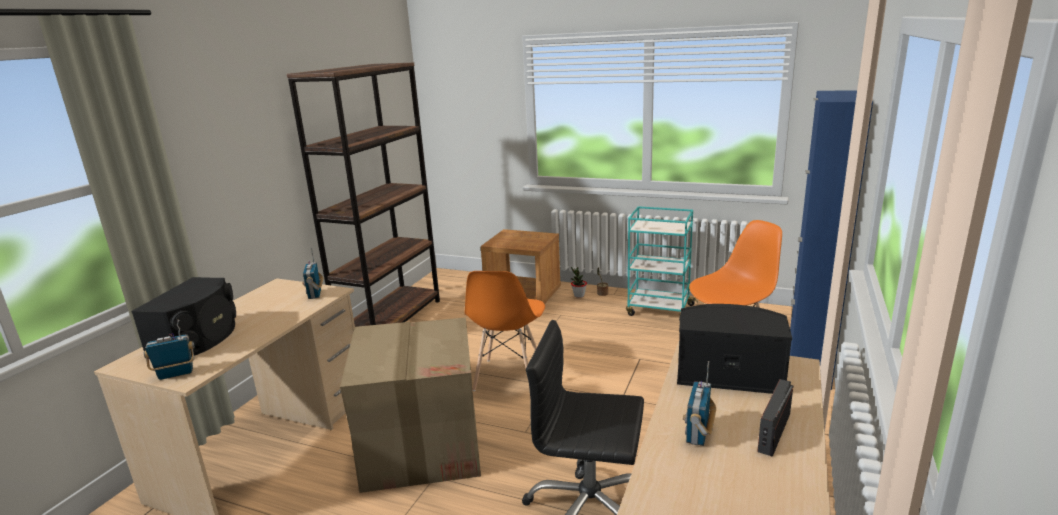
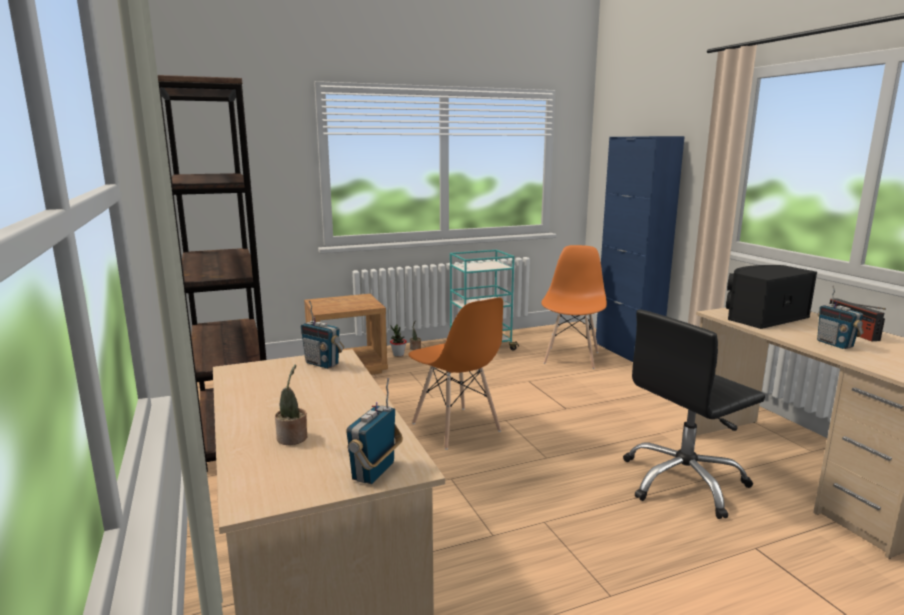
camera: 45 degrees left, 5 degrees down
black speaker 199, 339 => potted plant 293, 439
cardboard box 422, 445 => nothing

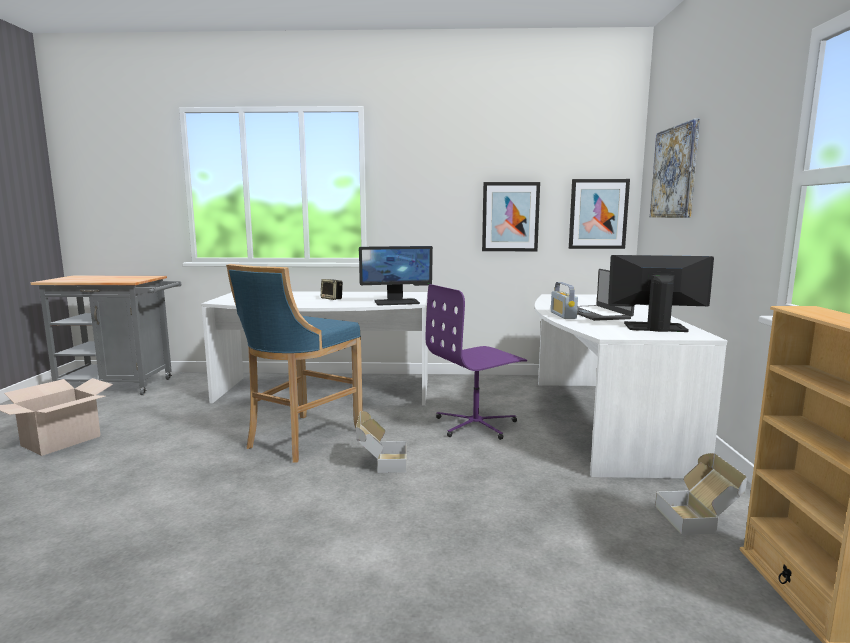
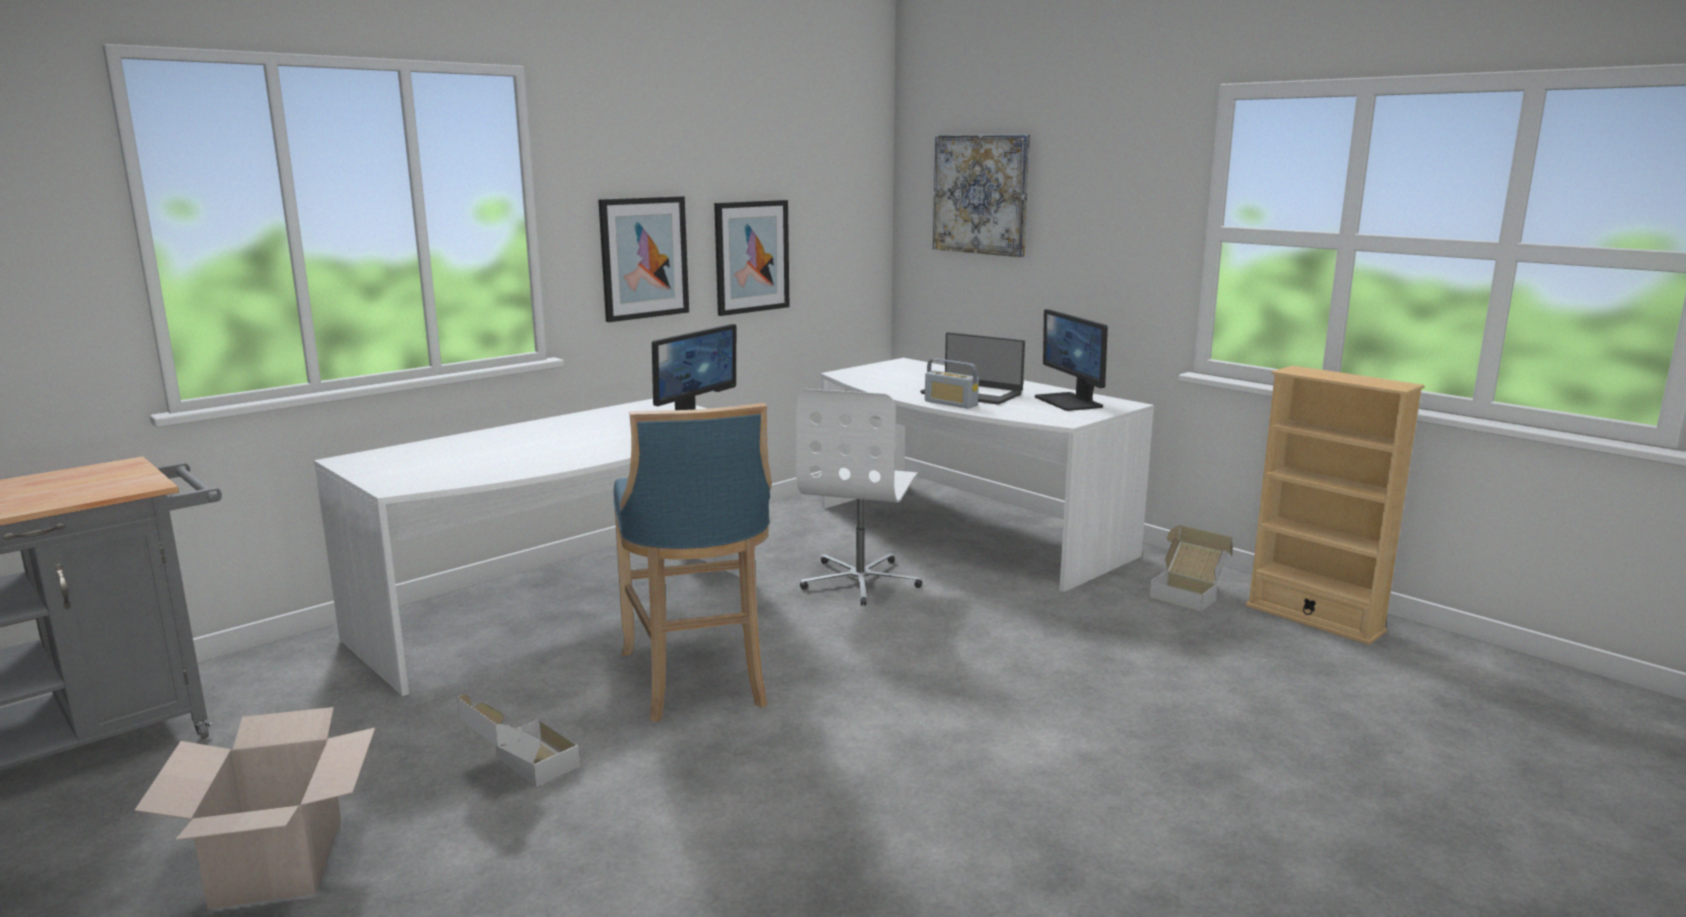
camera: 45 degrees left, 5 degrees up
picture 598, 214 => picture 644, 258, moved
monitor 654, 327 => monitor 1070, 402, 75 degrees counterclockwise
speaker 332, 299 => nothing
purple office chair 476, 425 => white office chair 861, 580
cardboard box 381, 463 => cardboard box 519, 771, moved

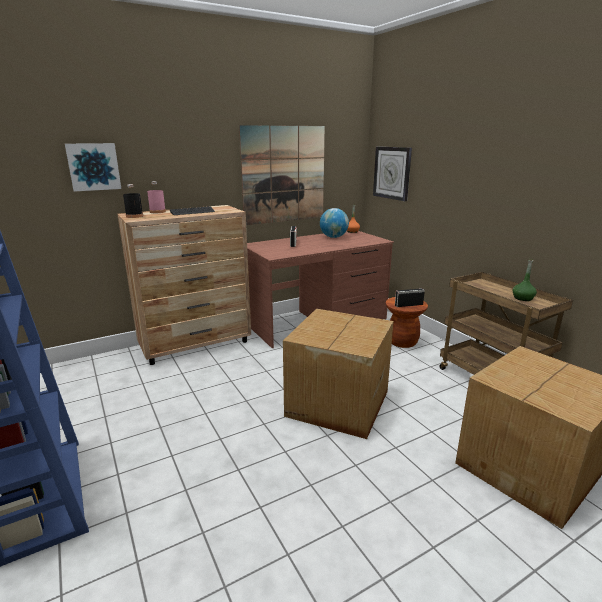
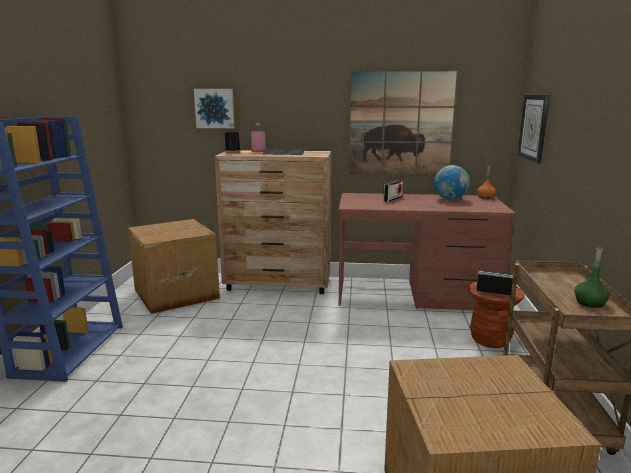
camera: 35 degrees right, 5 degrees down
cardboard box 336, 404 => cardboard box 175, 294, moved

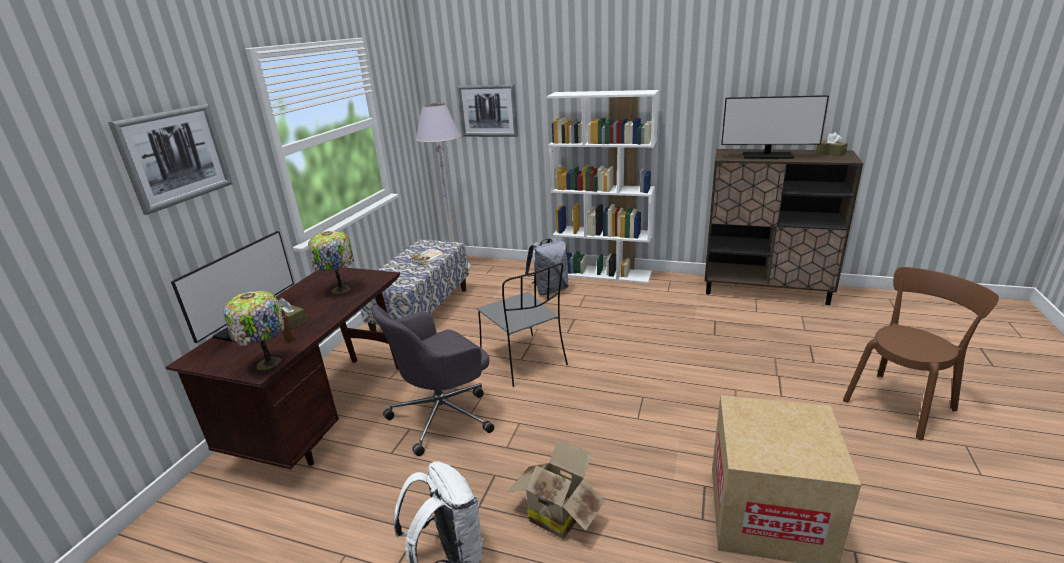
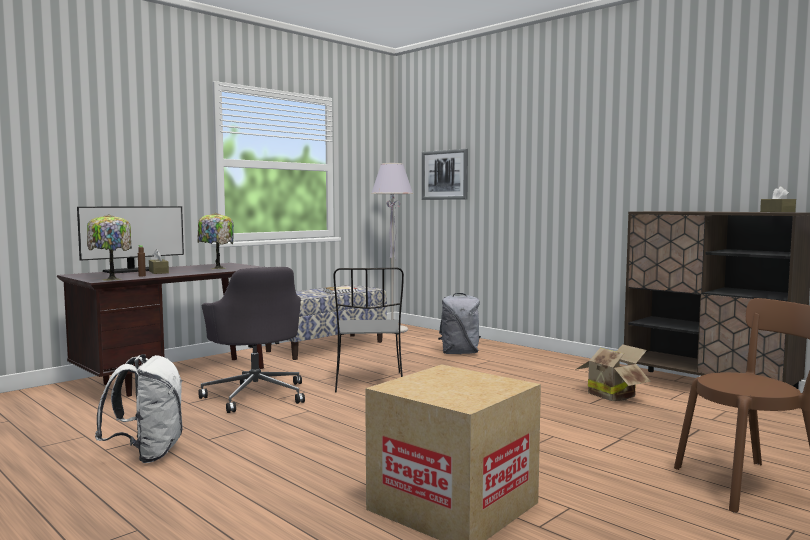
camera: 25 degrees right, 20 degrees down
white bookcase 603, 273 => nothing
monitor 767, 156 => nothing
picture 175, 156 => nothing
grey office chair 444, 415 => grey office chair 256, 395, 105 degrees counterclockwise
cardboard box 557, 512 => cardboard box 612, 395, moved

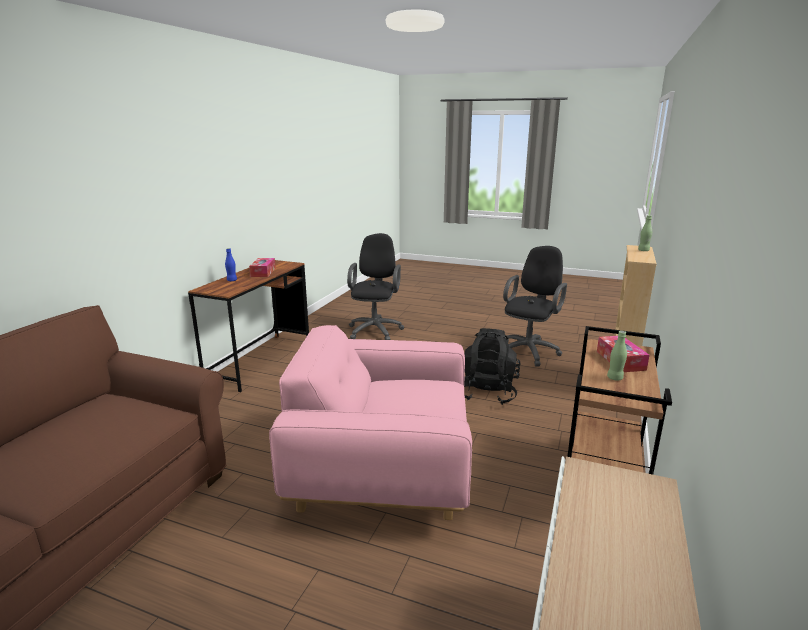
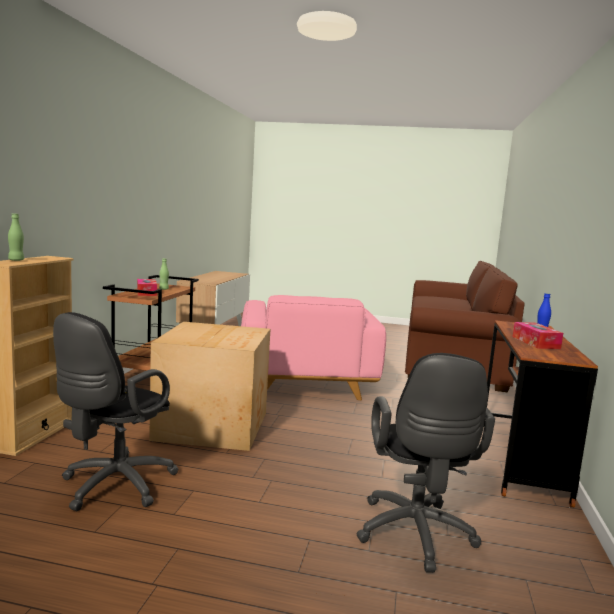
camera: 170 degrees right, 10 degrees down
pink armchair 383, 468 => pink armchair 305, 381, 90 degrees clockwise
black backpack 487, 392 => cardboard box 214, 425

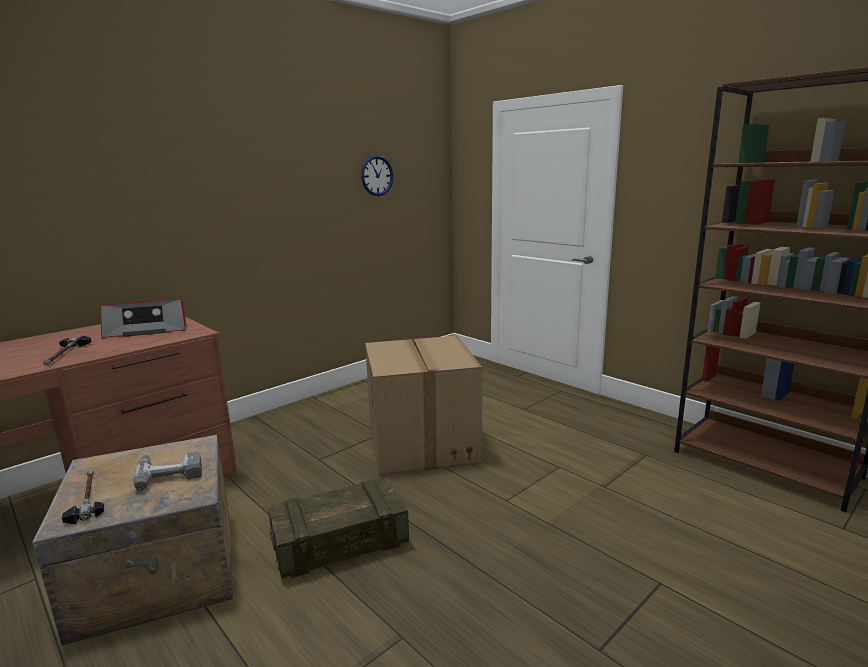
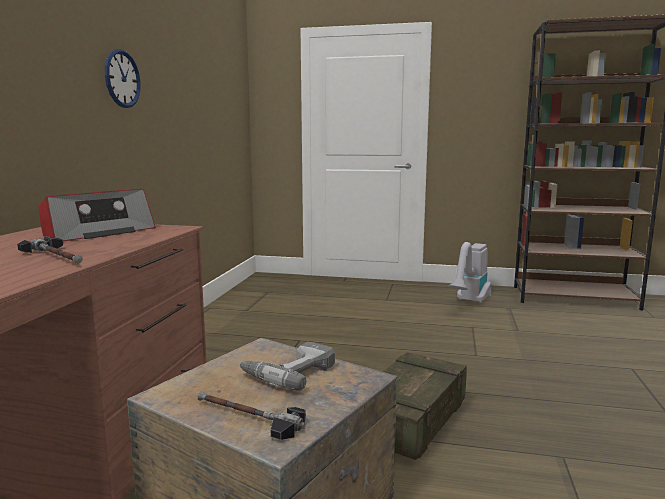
camera: 35 degrees left, 5 degrees down
wall clock 377, 176 => wall clock 122, 79, moved
cardboard box 424, 445 => nothing
nothing => vacuum cleaner 470, 301

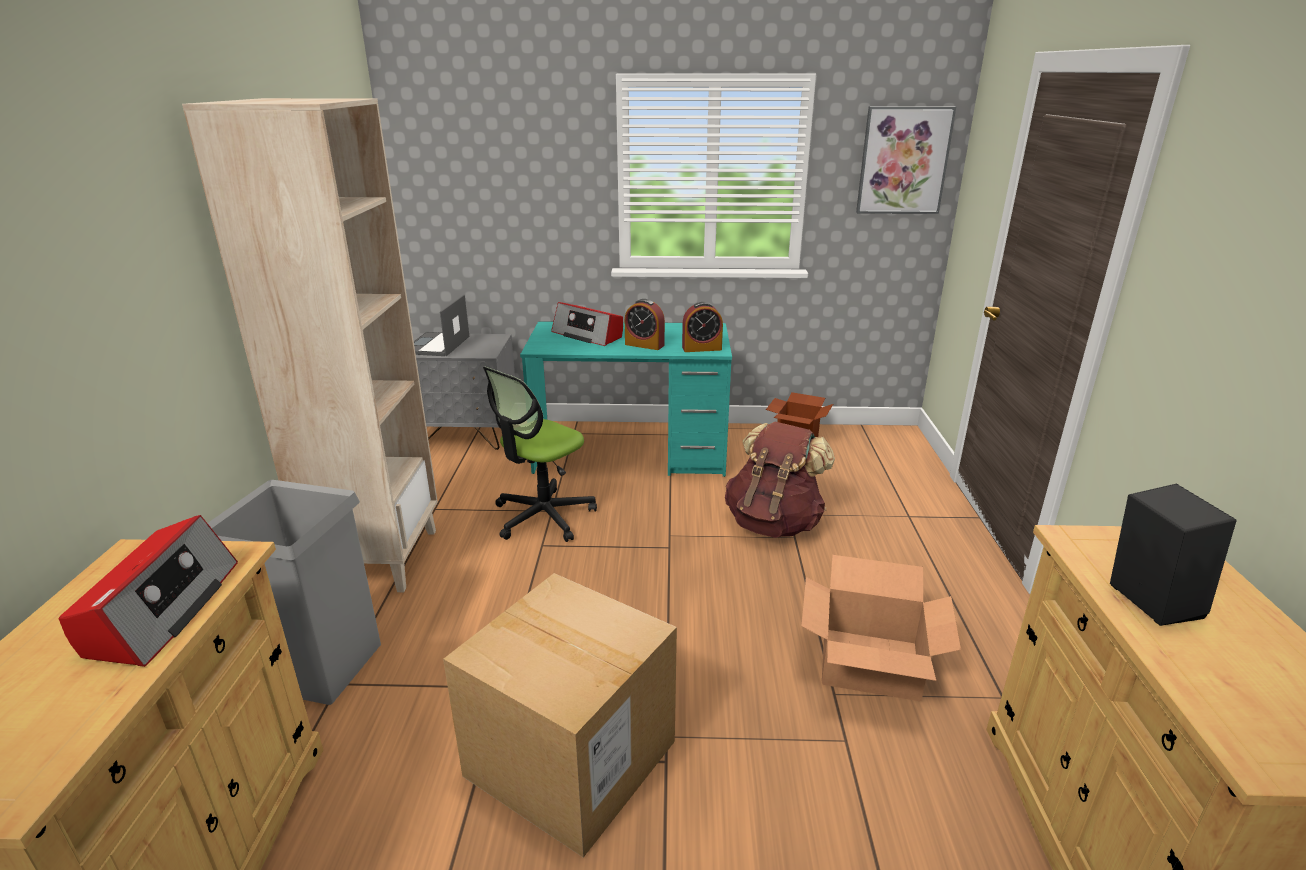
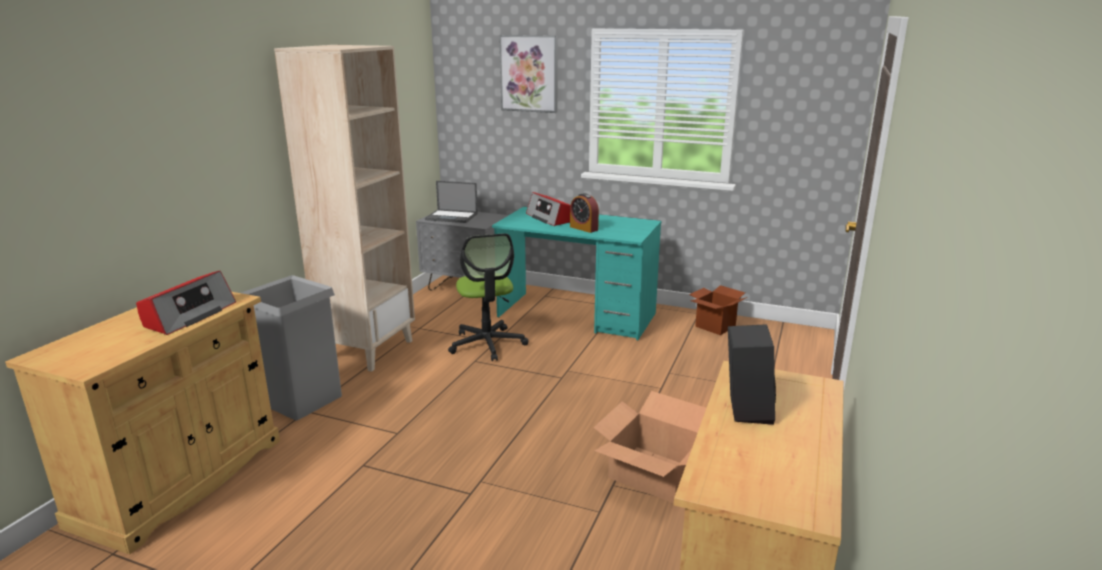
camera: 20 degrees right, 5 degrees down
picture 903, 161 => picture 529, 73, moved
laptop 436, 345 => laptop 452, 217, 105 degrees counterclockwise
alarm clock 701, 348 => nothing
office chair 543, 516 => office chair 487, 344, 75 degrees counterclockwise
brown backpack 774, 523 => nothing
cardboard box 571, 758 => nothing

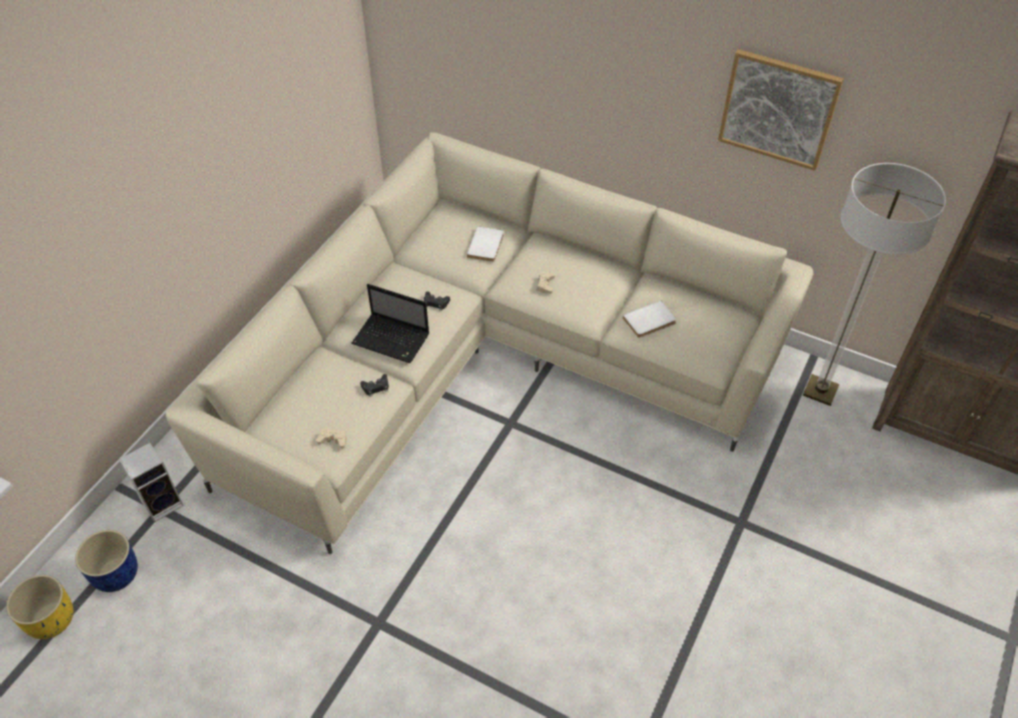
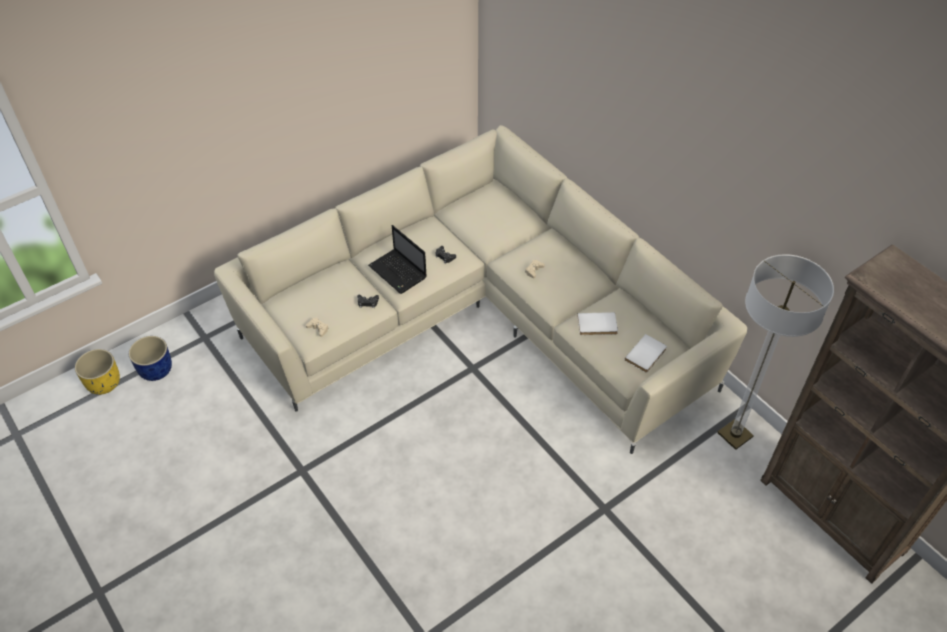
camera: 25 degrees right, 0 degrees up
picture 778, 109 => nothing
white book 487, 246 => white book 646, 355, moved
speaker 163, 502 => nothing

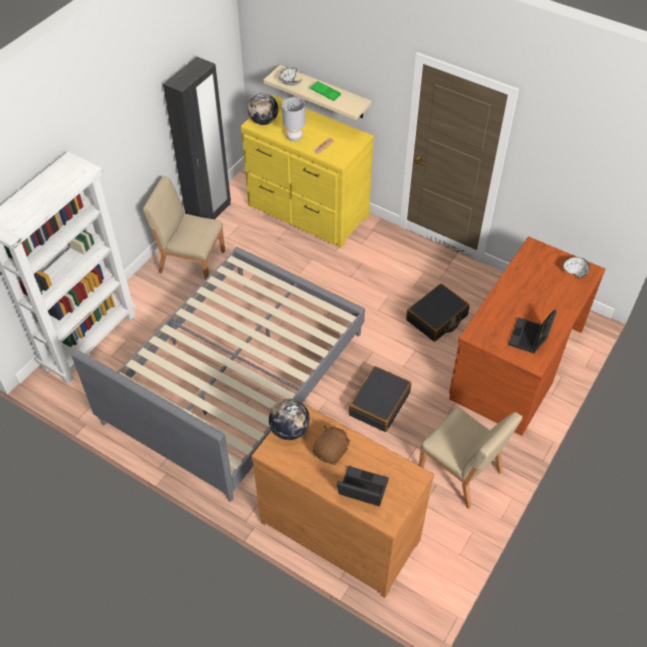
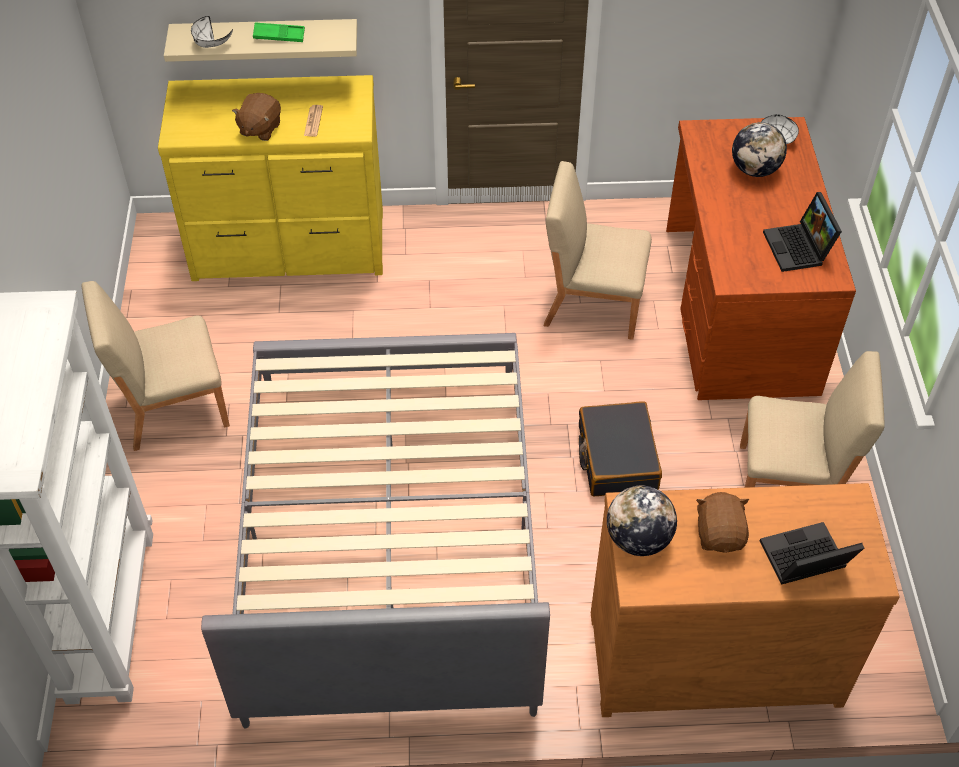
camera: 35 degrees left, 0 degrees up
black wardrobe 209, 215 => nothing
globe 263, 121 => globe 755, 169, moved
grey table lamp 294, 138 => brown plush toy 260, 129
black suitcase 437, 318 => beige chair 592, 303

